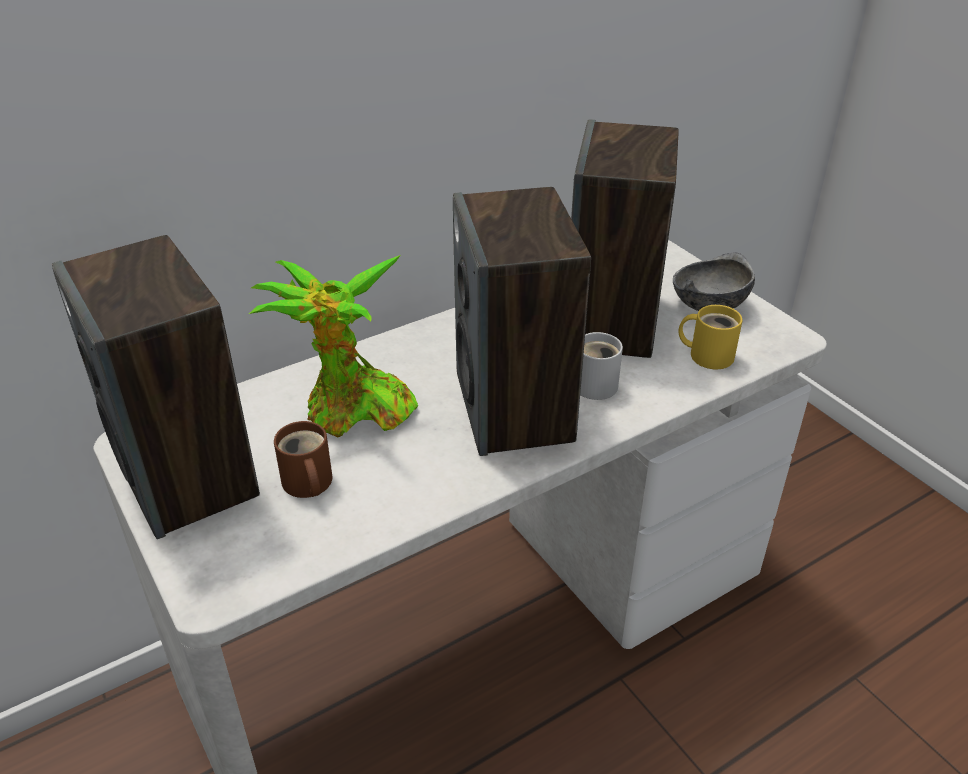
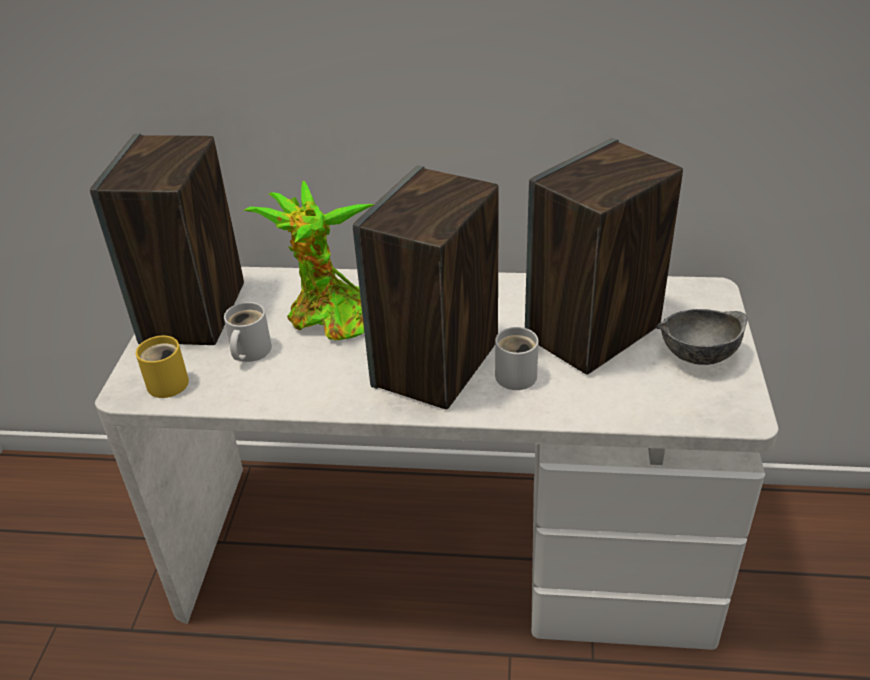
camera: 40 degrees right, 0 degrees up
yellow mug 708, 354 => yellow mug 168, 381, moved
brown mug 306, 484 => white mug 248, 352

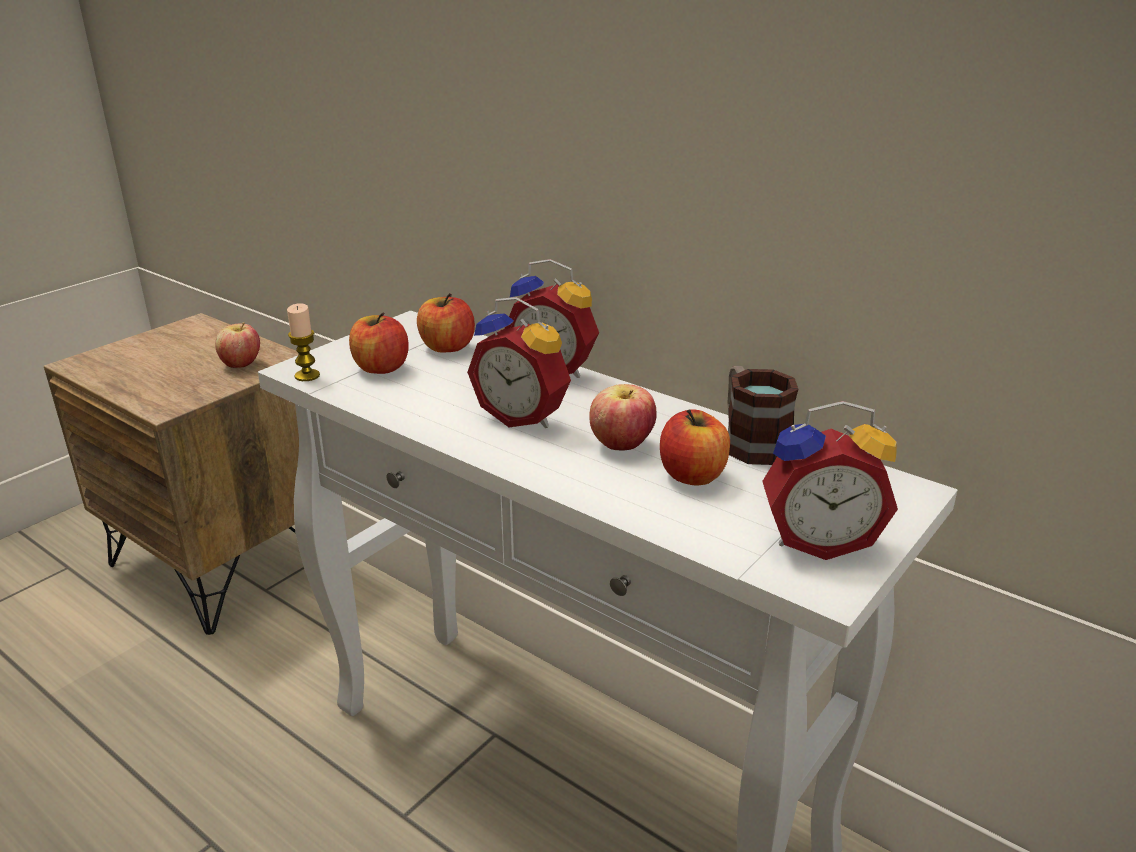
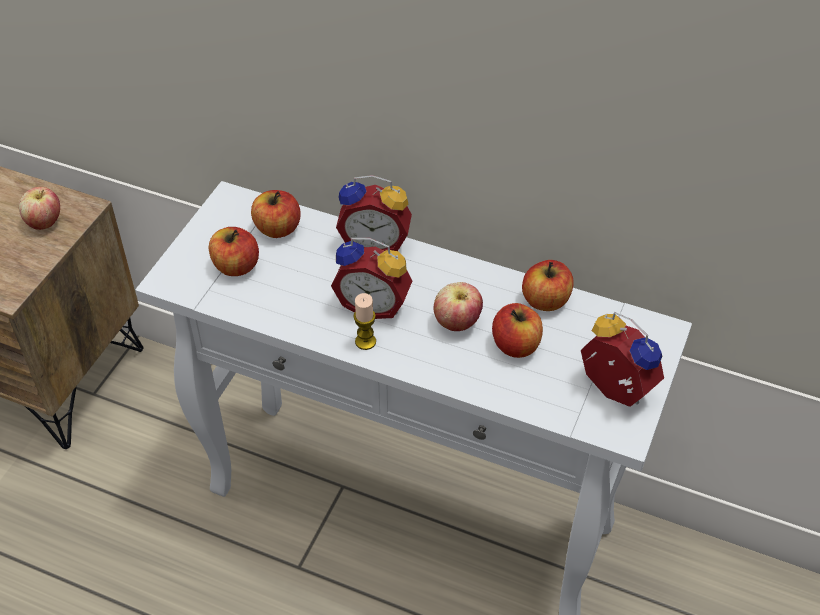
camera: 15 degrees left, 20 degrees up
candle 307, 376 => candle 365, 341, moved
mug 750, 441 => apple 546, 300
alarm clock 818, 540 => alarm clock 612, 392, 120 degrees counterclockwise

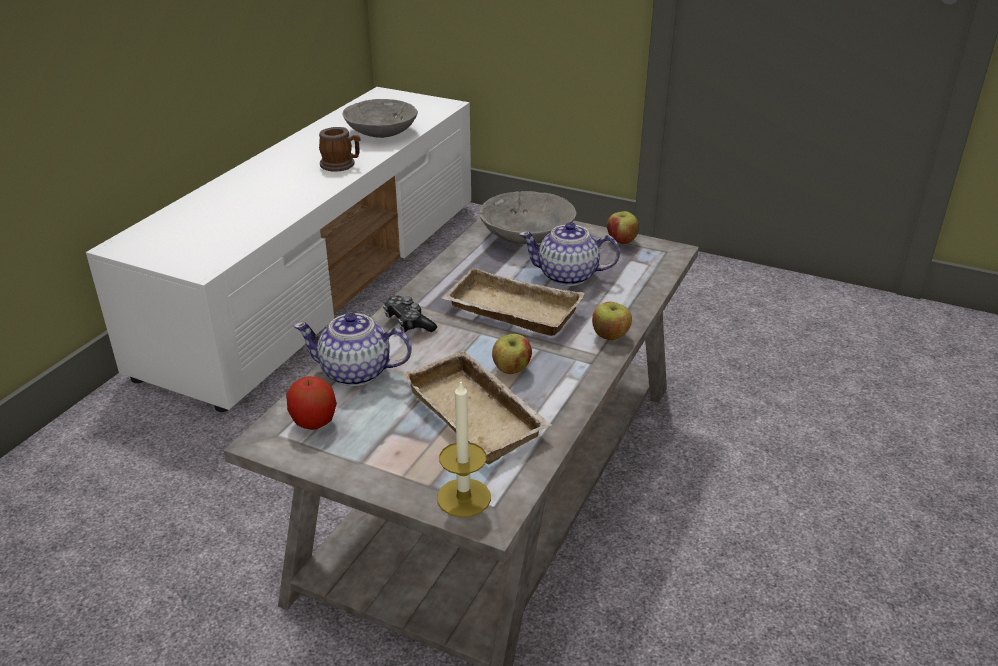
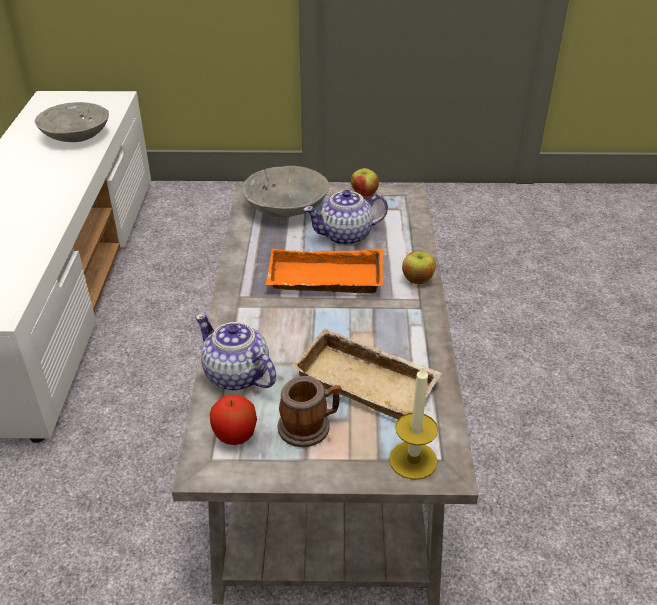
camera: 25 degrees left, 5 degrees up
mug 341, 165 => mug 309, 426, moved
beige tray 509, 311 => orange tray 323, 280
game controller 408, 323 => nothing
teapot 356, 372 => teapot 237, 376, 60 degrees clockwise
apple 512, 369 => nothing

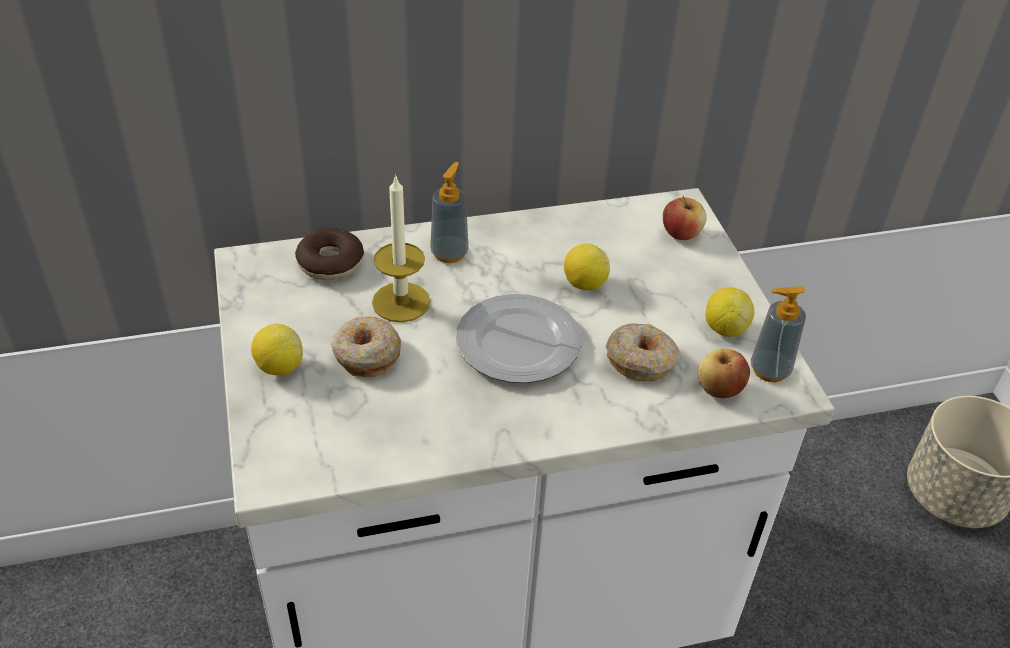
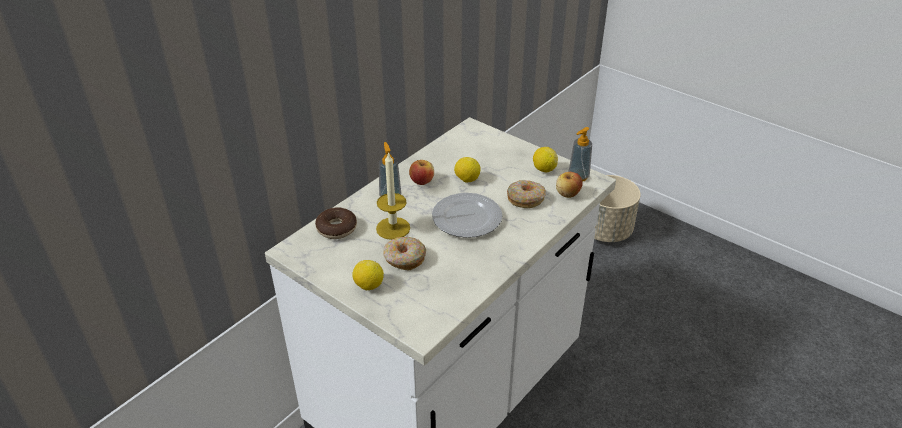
camera: 35 degrees left, 5 degrees down
apple 681, 234 => apple 422, 181, moved

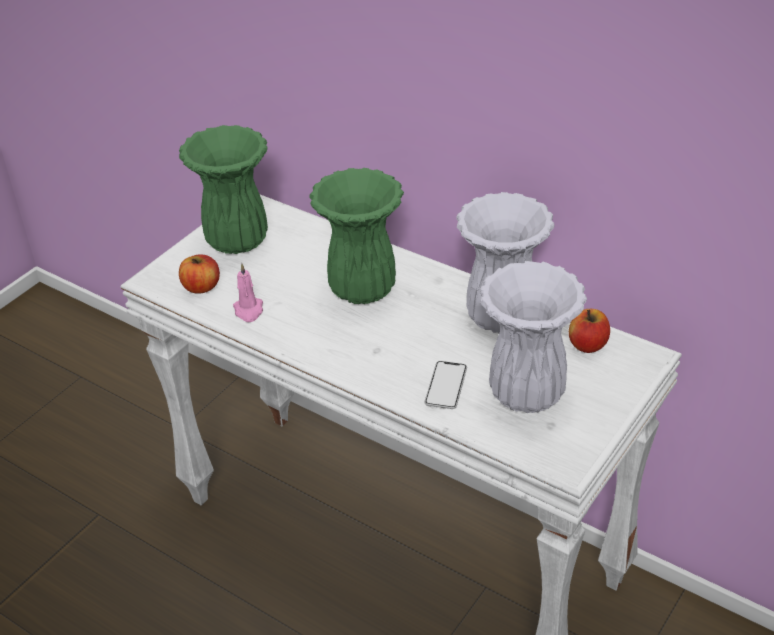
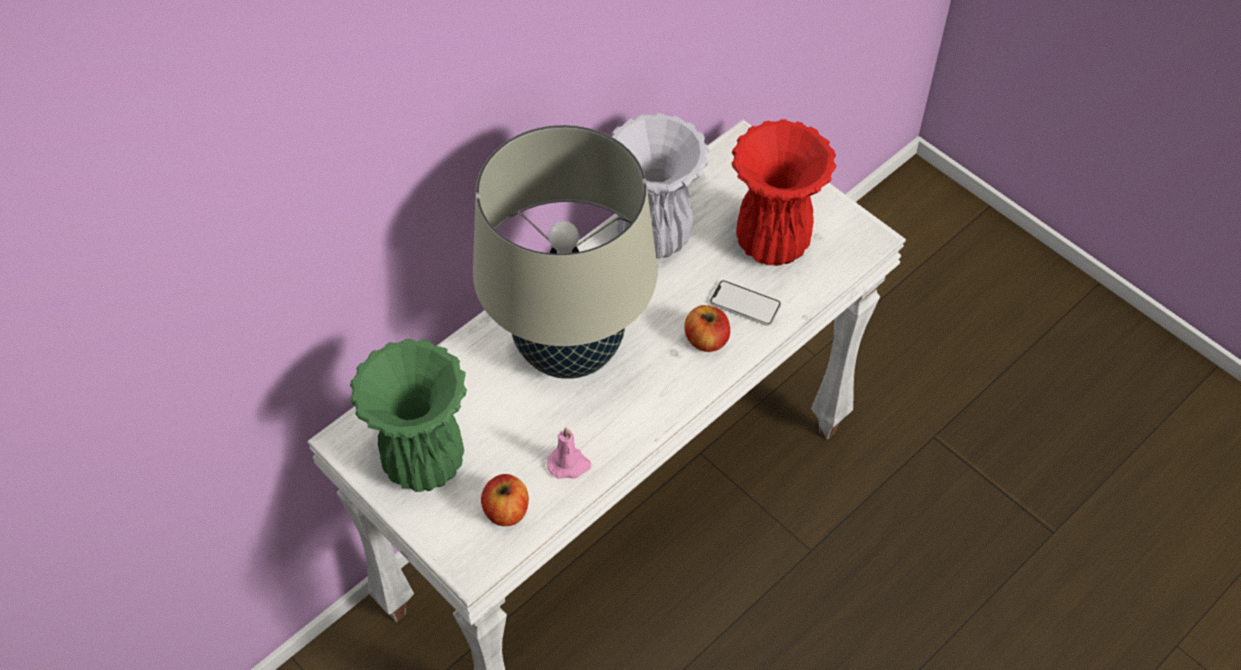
camera: 80 degrees left, 15 degrees up
green vase 362, 291 => beige table lamp 569, 348
white vase 528, 394 => red vase 772, 242
apple 588, 345 => apple 706, 340, moved

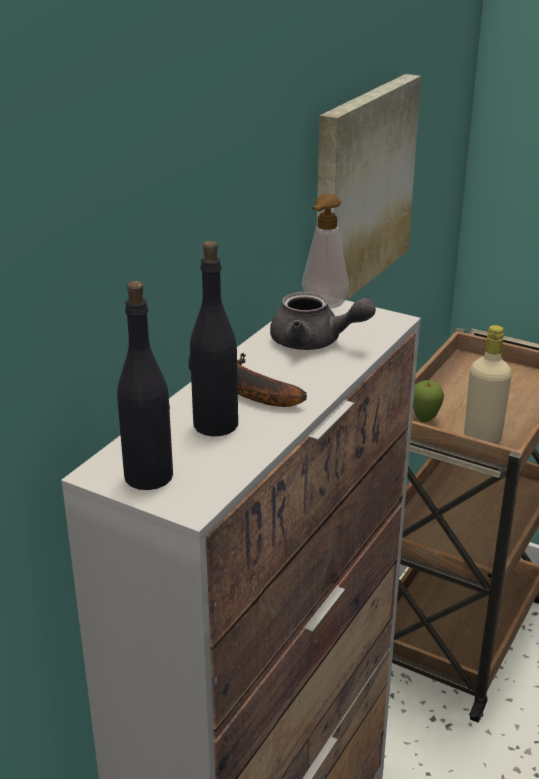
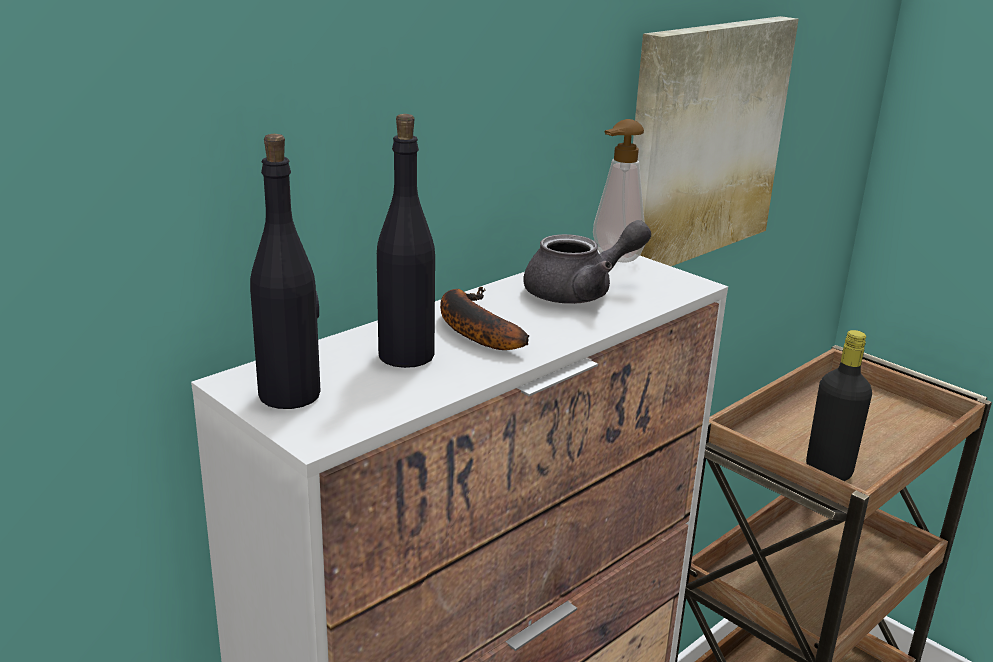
camera: 15 degrees right, 5 degrees down
grey teapot 315, 342 => grey teapot 581, 292, 60 degrees counterclockwise
beige bottle 482, 438 => black bottle 828, 471
apple 425, 420 => nothing

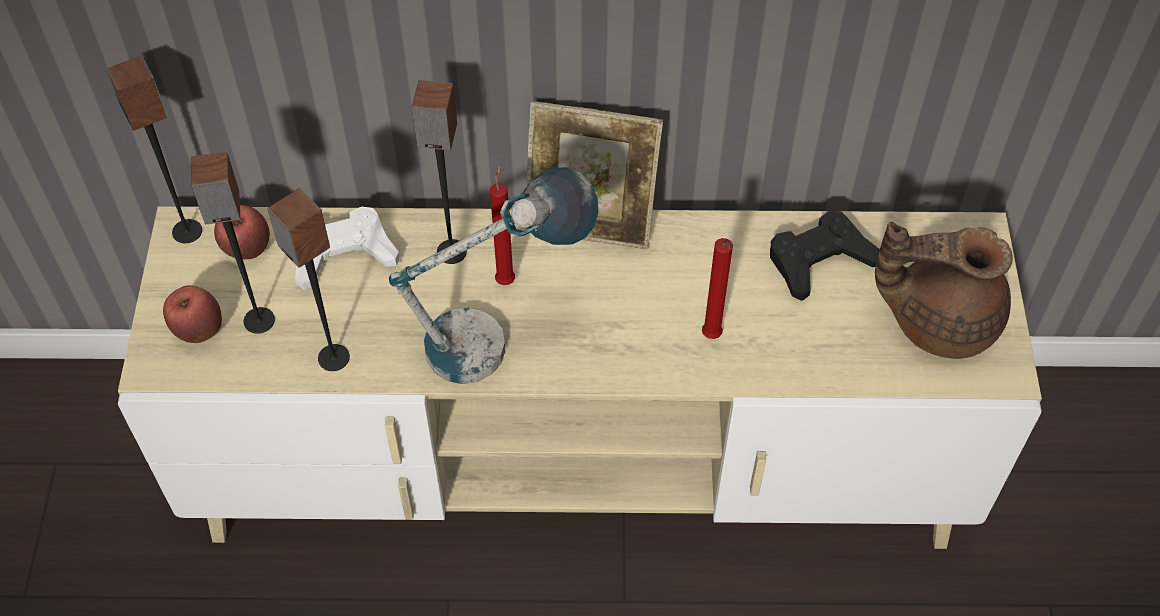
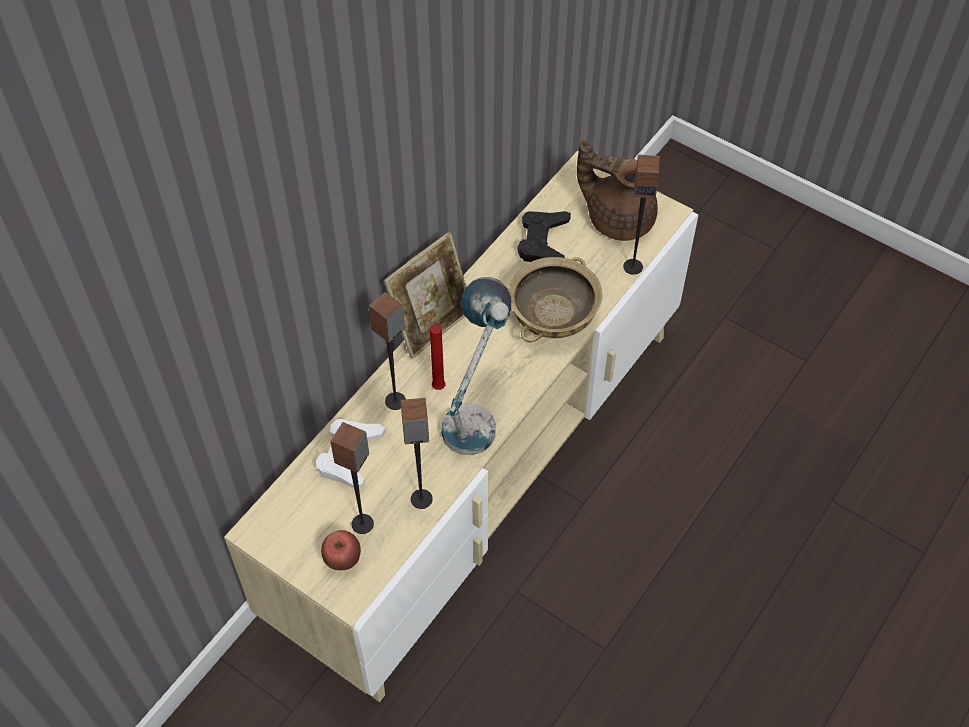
camera: 55 degrees left, 0 degrees up
speaker 188, 231 => speaker 633, 266, moved
apple 247, 249 => nothing
brown teapot 938, 319 => brown teapot 617, 218, 75 degrees clockwise
red candle 712, 338 => beige bowl 553, 316

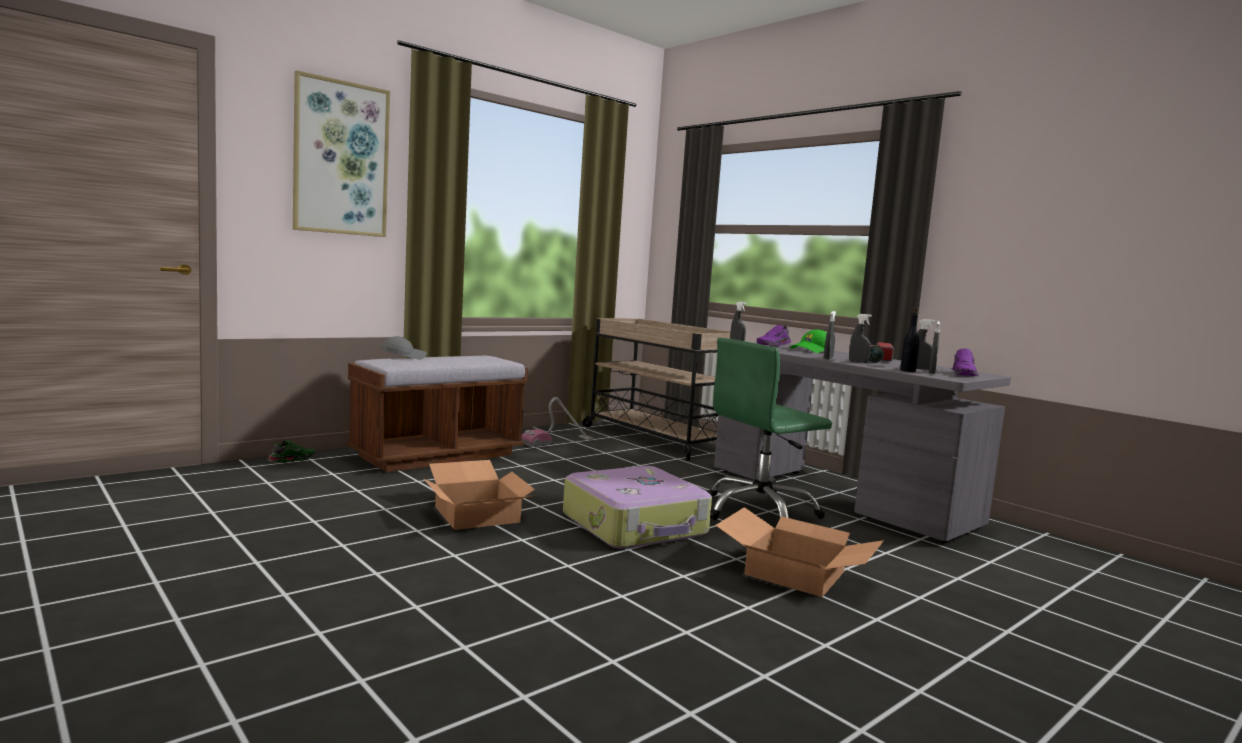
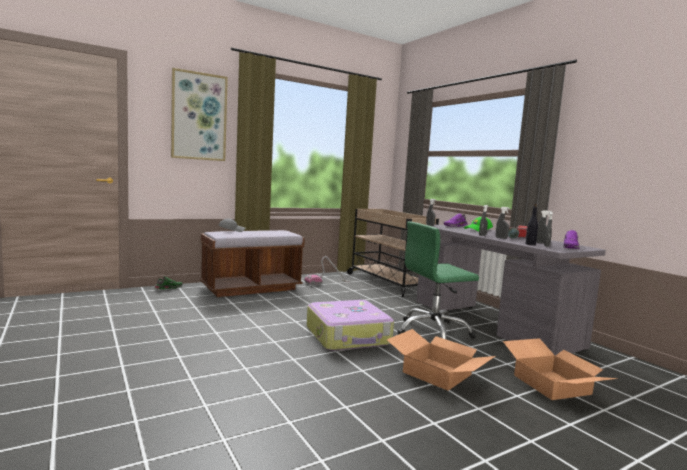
camera: 10 degrees right, 0 degrees up
cardboard box 475, 514 => cardboard box 550, 384, moved

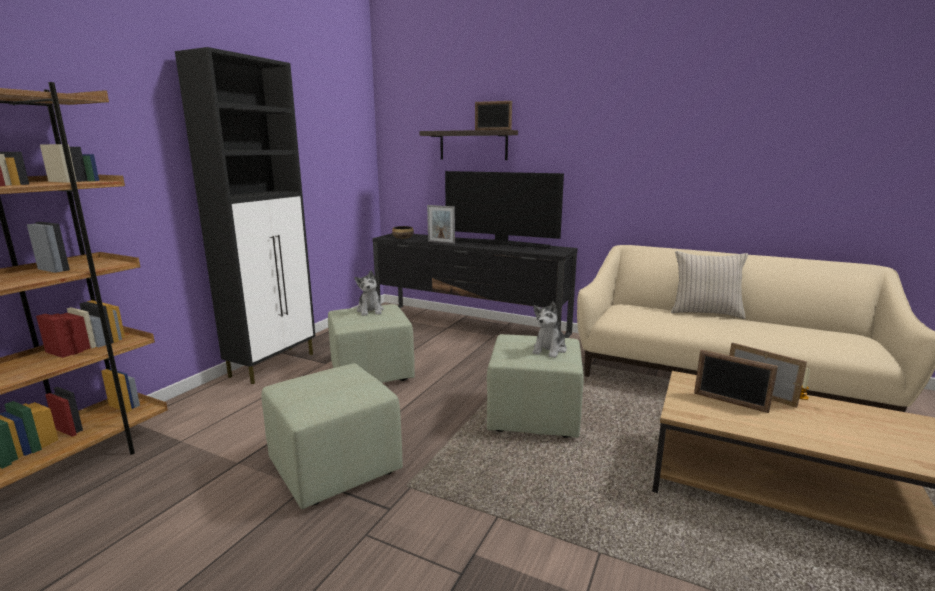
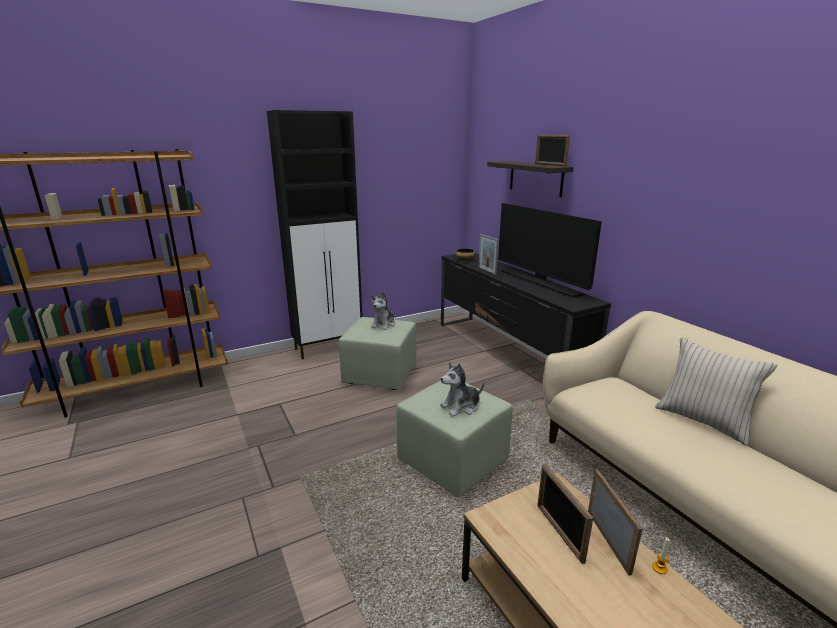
camera: 35 degrees right, 5 degrees up
green ottoman 334, 468 => nothing

